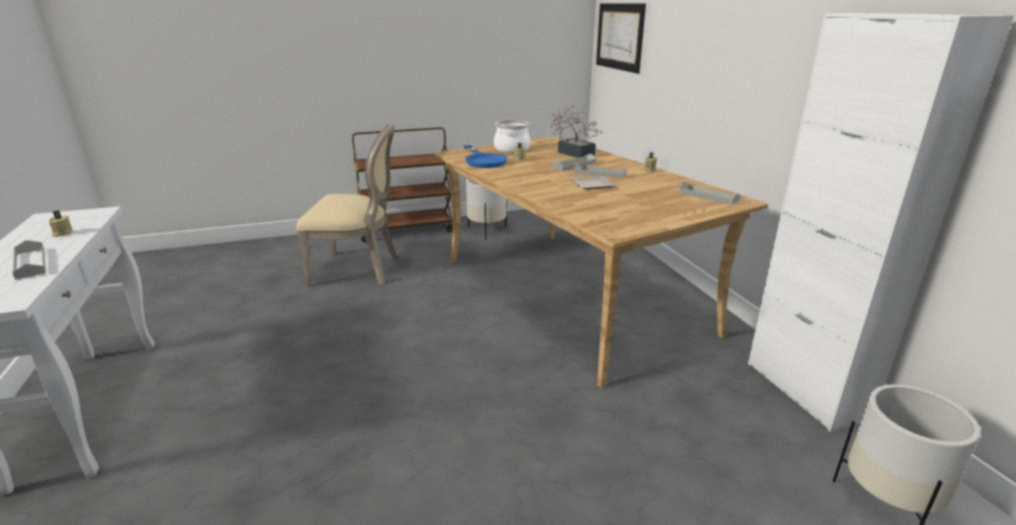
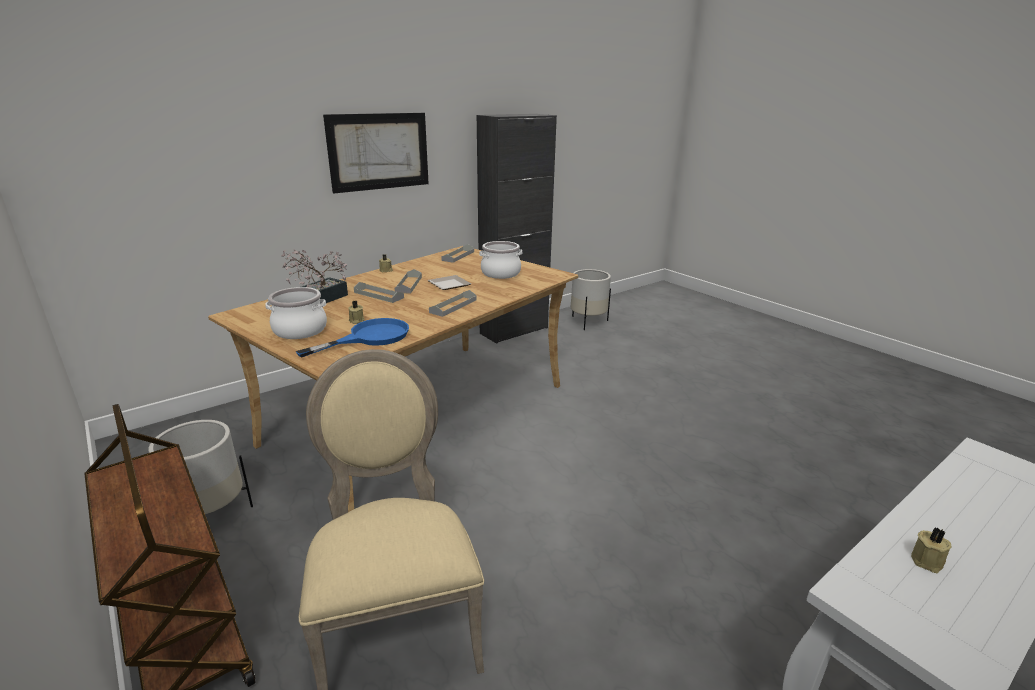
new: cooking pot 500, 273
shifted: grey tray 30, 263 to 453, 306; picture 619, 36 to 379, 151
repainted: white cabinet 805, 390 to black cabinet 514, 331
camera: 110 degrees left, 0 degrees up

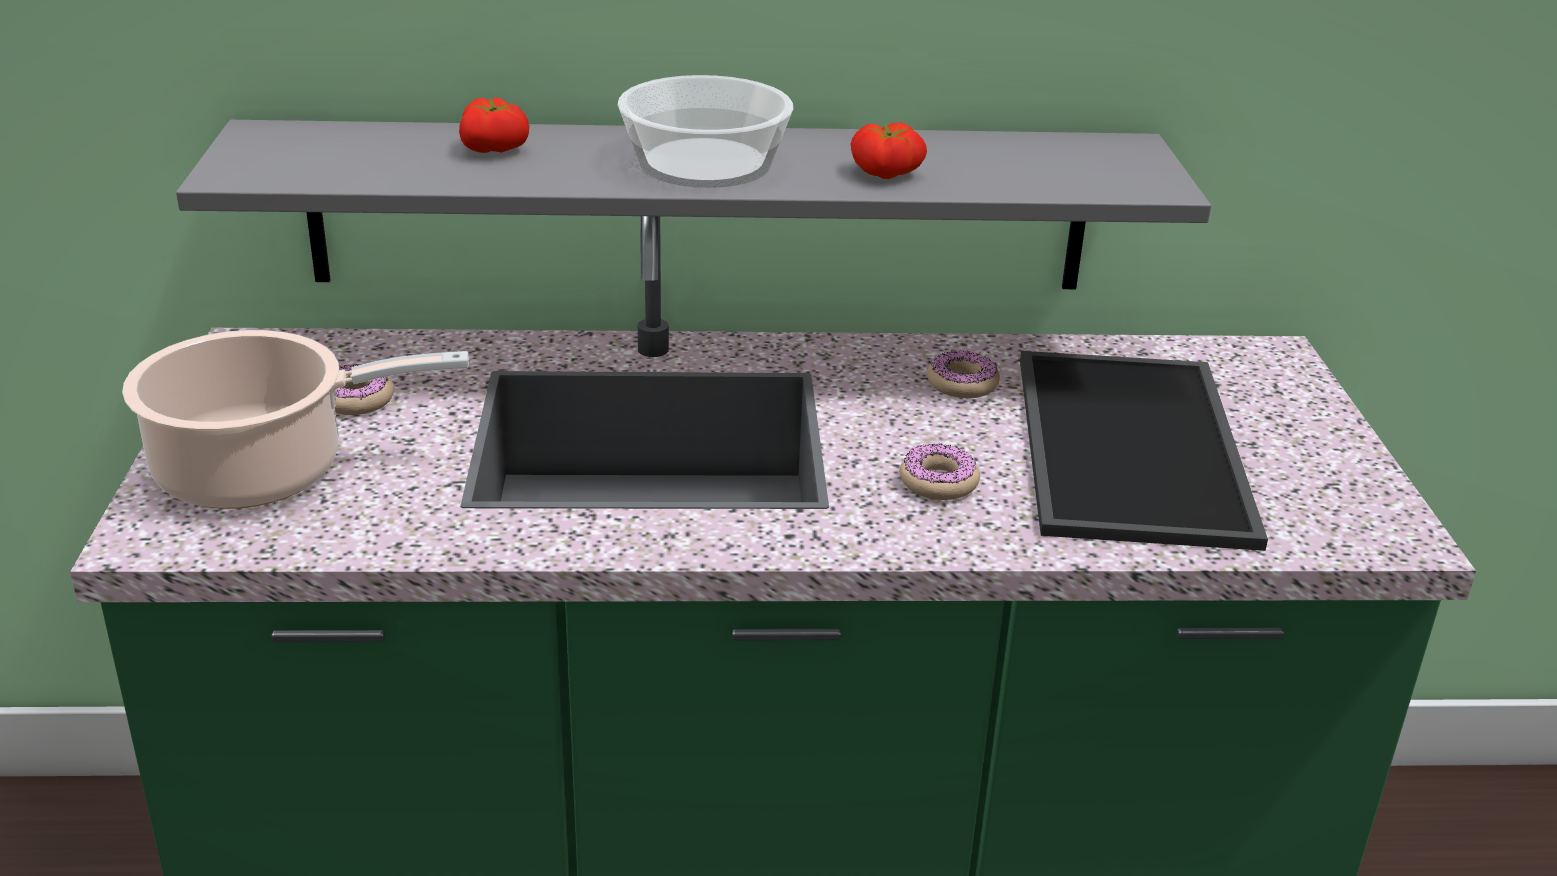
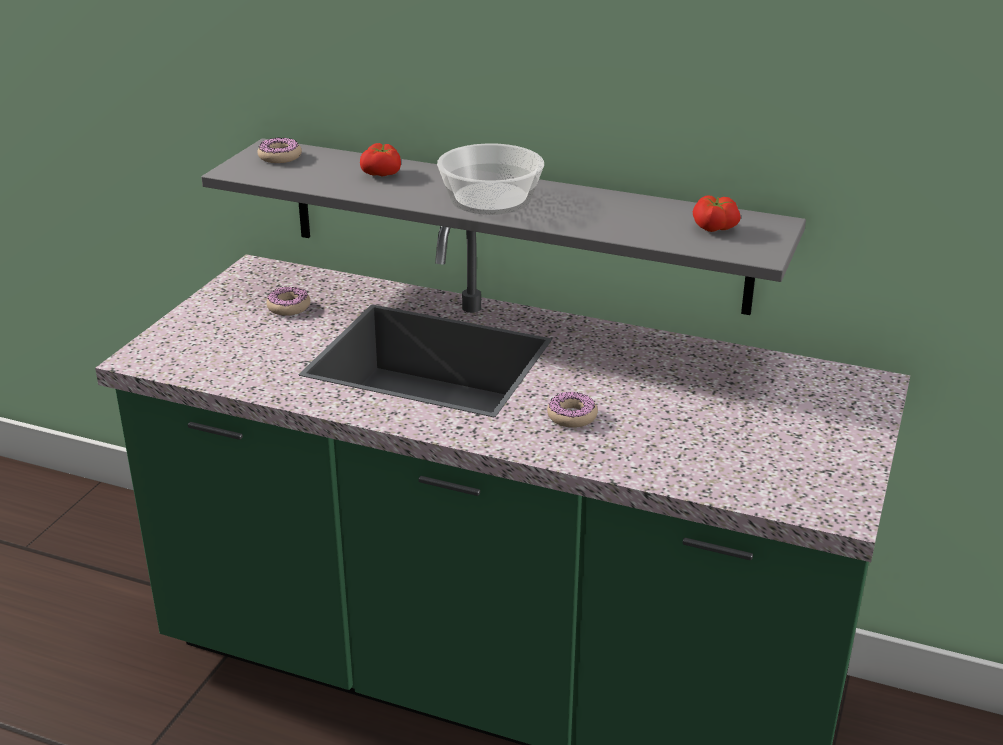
gone: cooking pot 264, 470; tray 1137, 449
shifted: tomato 885, 174 to 713, 229; donut 962, 384 to 280, 157
camera: 25 degrees right, 0 degrees up

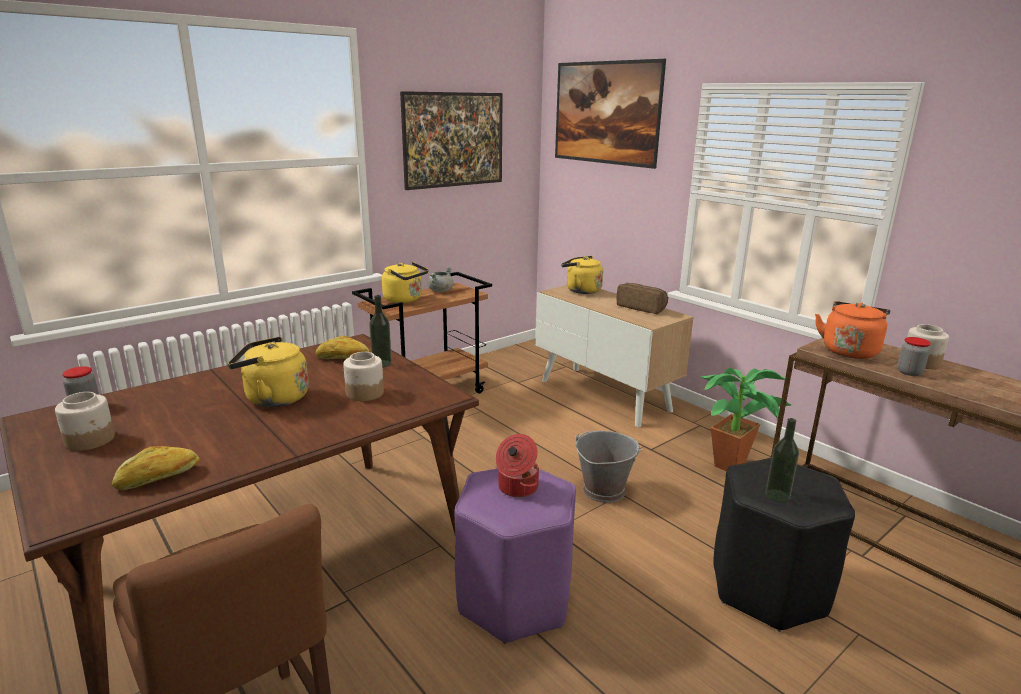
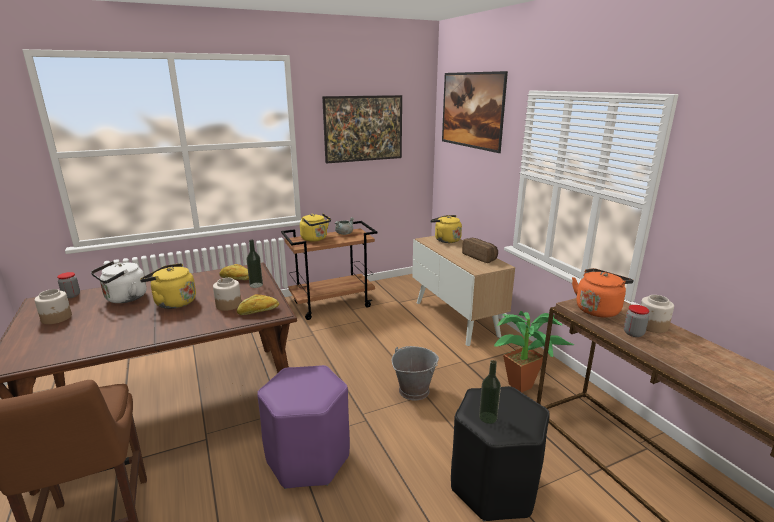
gone: cooking pot 517, 487
new: white kettle 124, 299
shifted: bread 158, 478 to 258, 311
camera: 15 degrees right, 0 degrees up

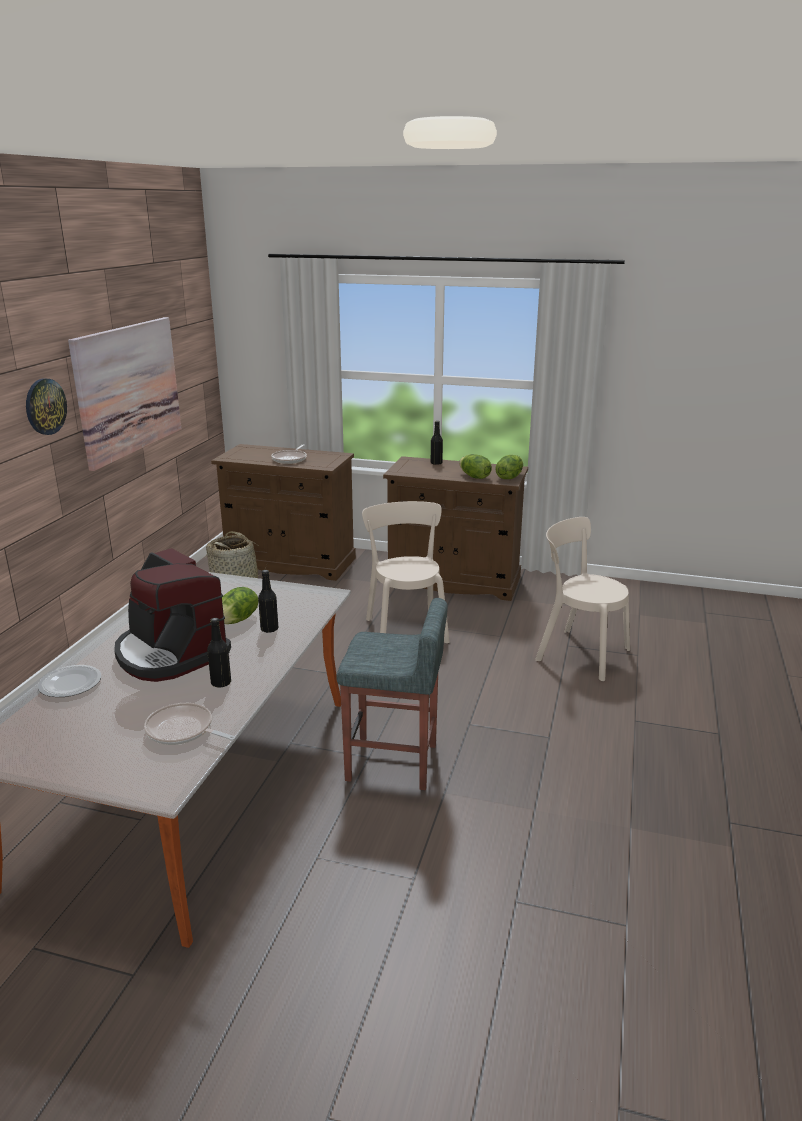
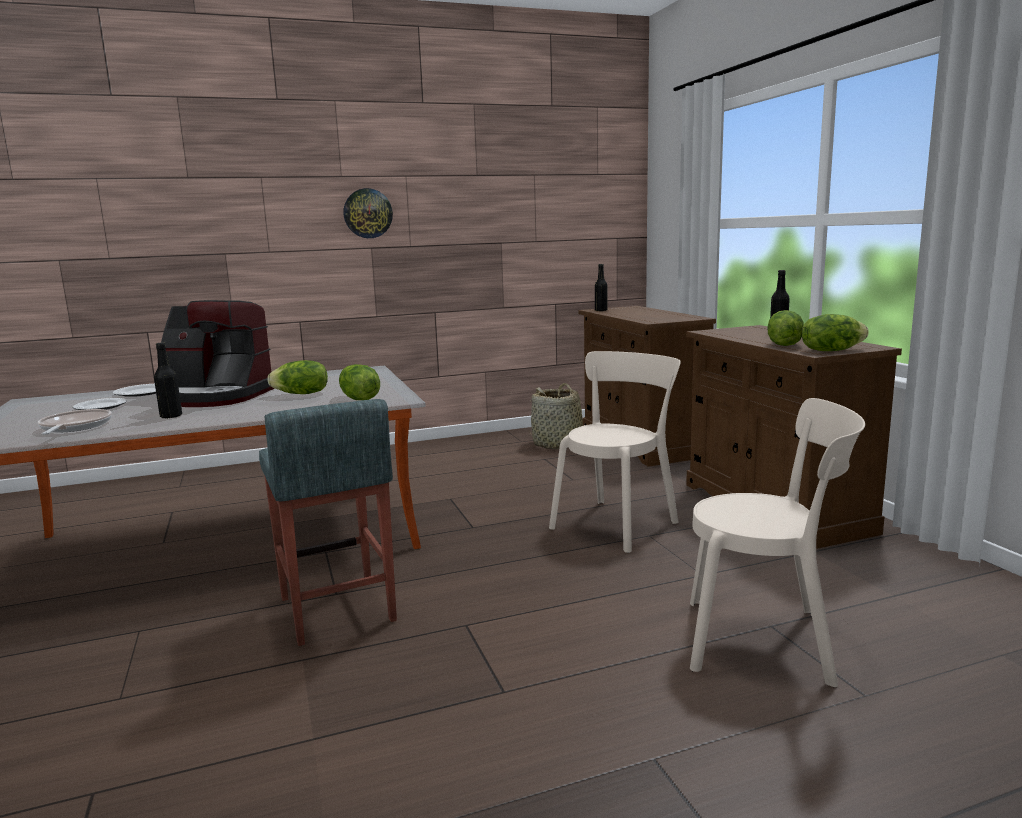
gone: picture 128, 389; frying pan 290, 459
new: plate 101, 407; lettuce 358, 399
shifted: black bottle 269, 629 to 601, 310
rotated: coffee machine 170, 653 = 216, 396 90 degrees counterclockwise; beige chair 578, 653 = 766, 641 105 degrees clockwise
camera: 55 degrees right, 10 degrees down

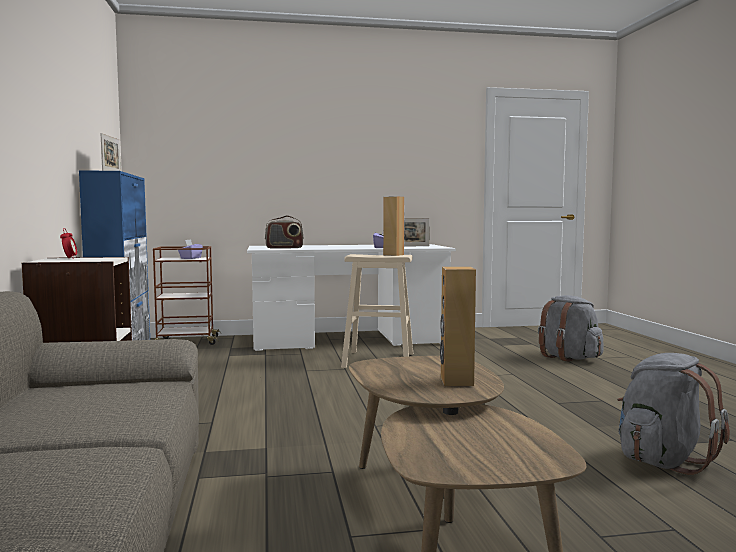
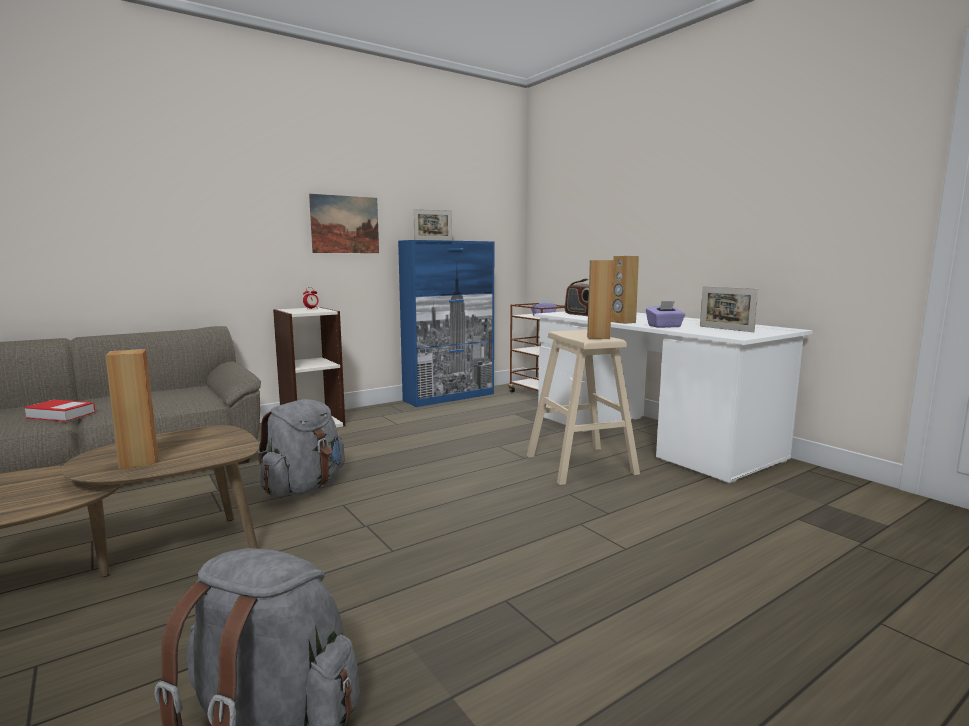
new: book 61, 415; picture 345, 224; brown speaker 623, 322
shifted: grey backpack 568, 358 to 304, 487
camera: 65 degrees right, 5 degrees up

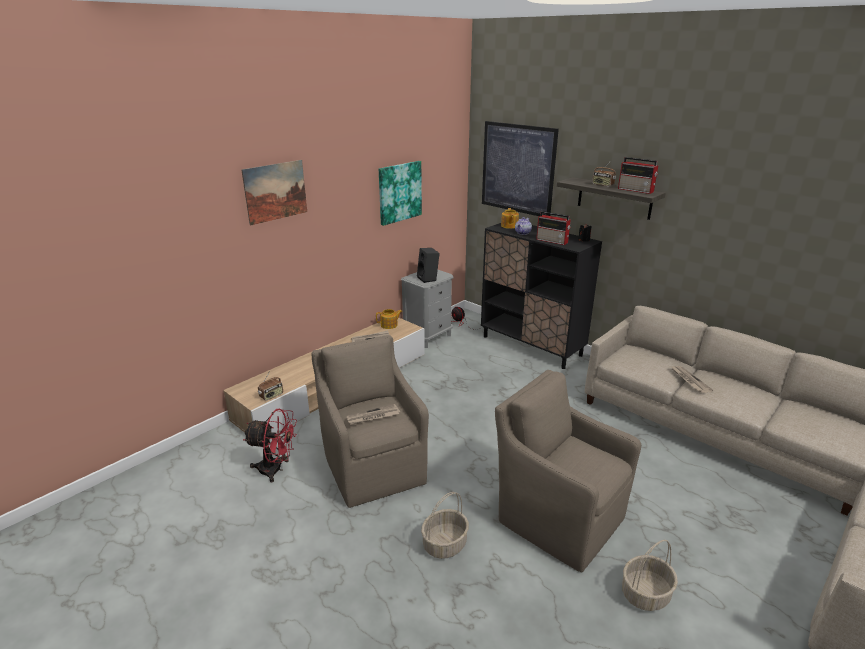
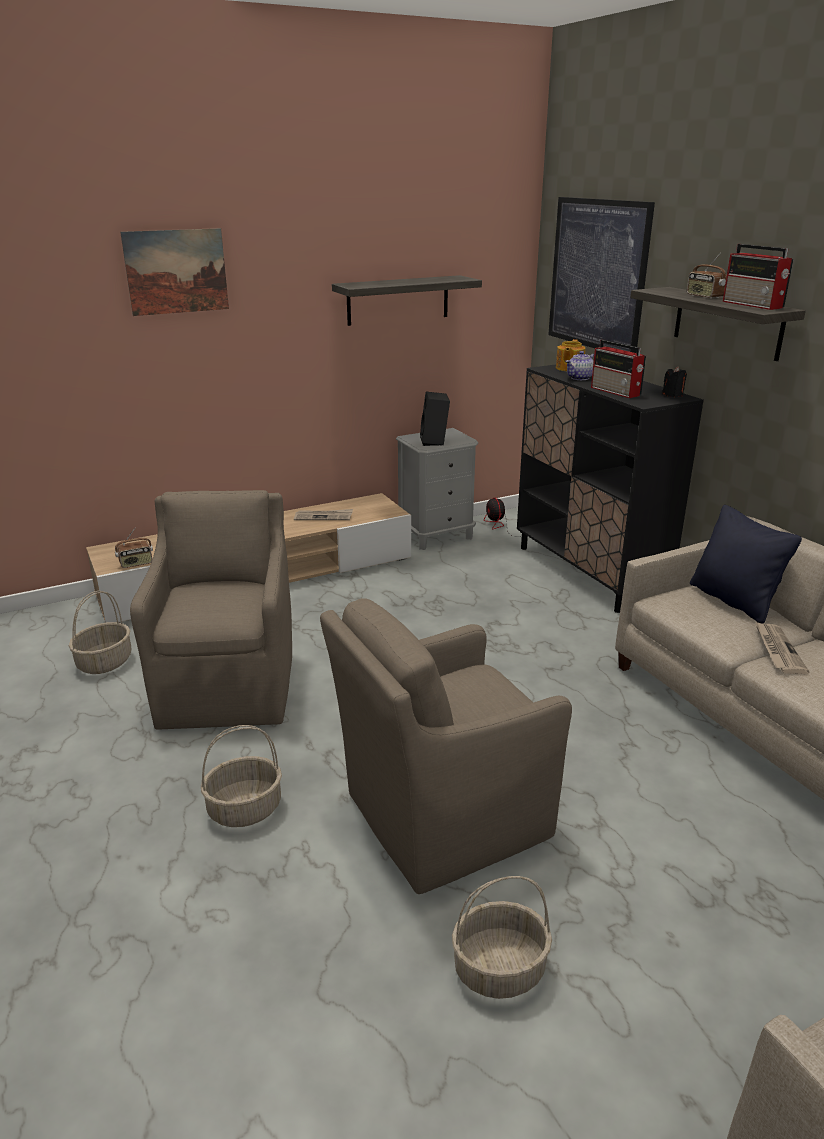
gone: newspaper 373, 416; teapot 389, 325
new: black pillow 733, 601
swapped: red fan 276, 469 to basket 105, 662; picture 399, 192 to shelf 398, 300
rotated: brown armchair 557, 517 = 441, 818 90 degrees counterclockwise
camera: 20 degrees right, 0 degrees up

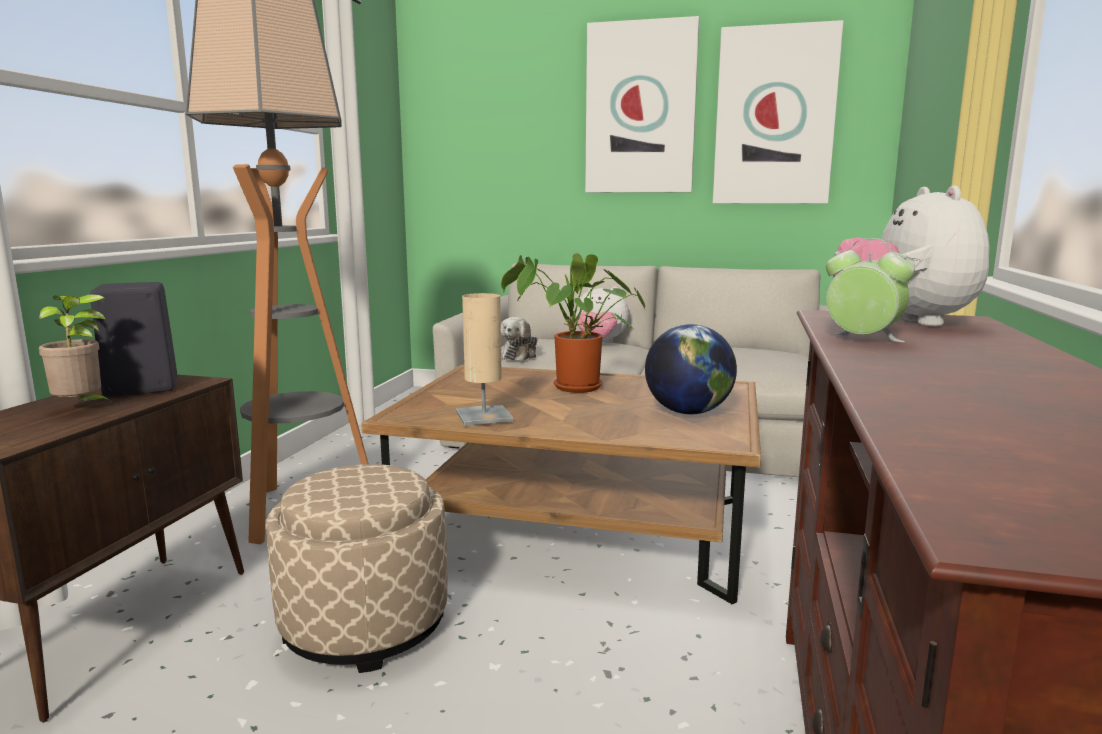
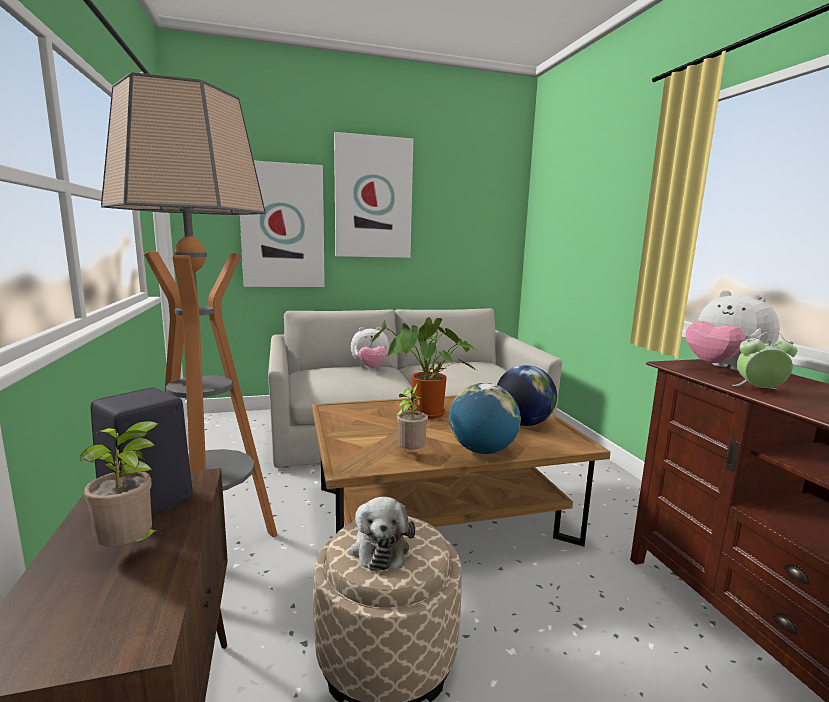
new: globe 482, 450
shifted: plush toy 520, 355 to 380, 547; picture 774, 116 to 282, 226
swapped: beige table lamp 484, 416 to potted plant 410, 453
camera: 30 degrees left, 0 degrees up

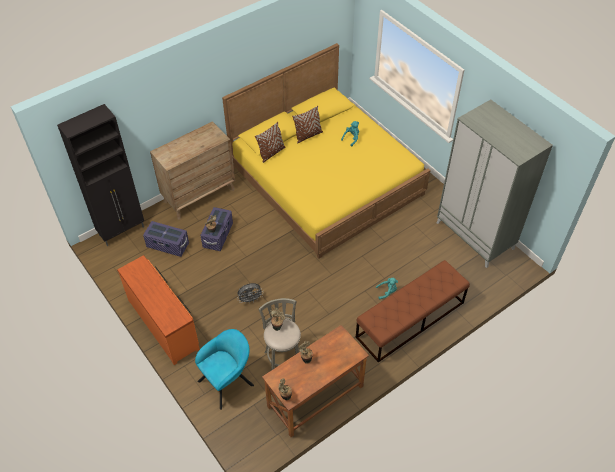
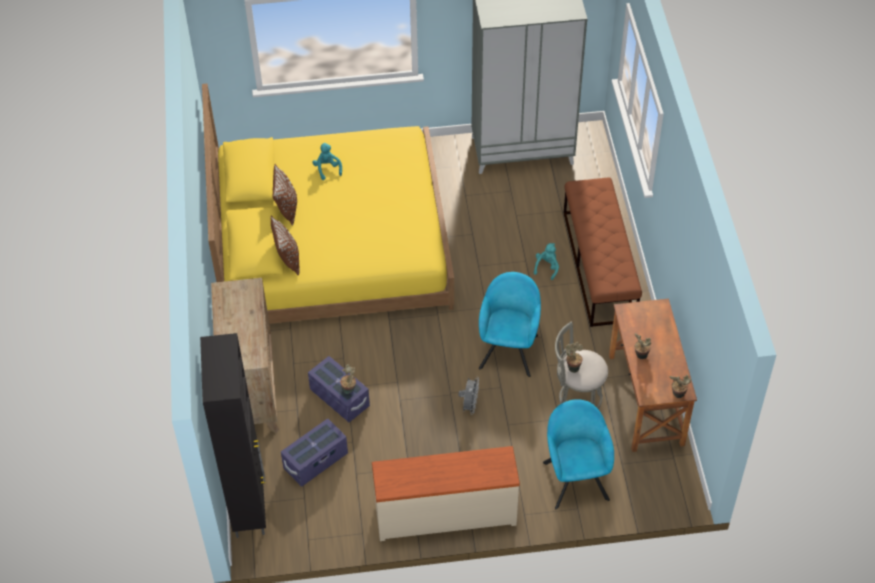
new: turquoise armchair 509, 348
repainted: orange dresser 164, 323 to beige dresser 445, 513
camera: 60 degrees left, 0 degrees up

